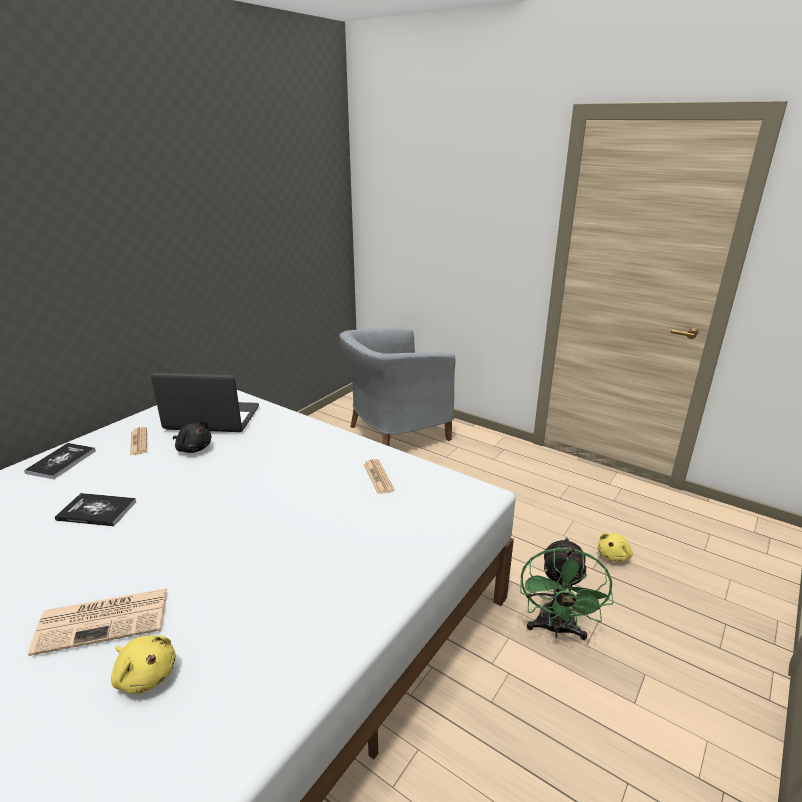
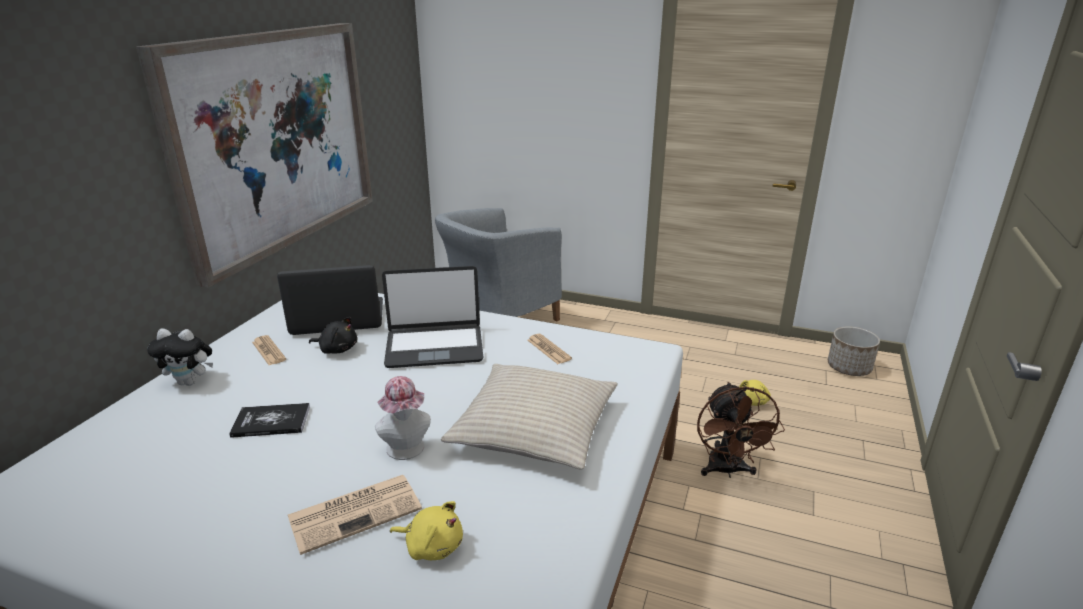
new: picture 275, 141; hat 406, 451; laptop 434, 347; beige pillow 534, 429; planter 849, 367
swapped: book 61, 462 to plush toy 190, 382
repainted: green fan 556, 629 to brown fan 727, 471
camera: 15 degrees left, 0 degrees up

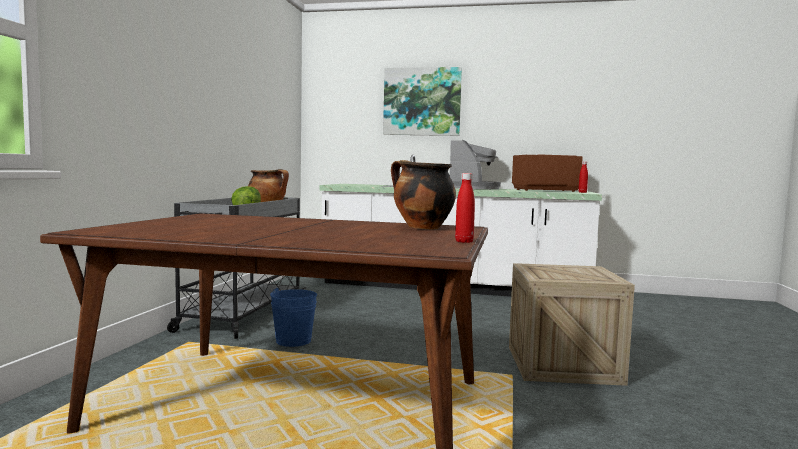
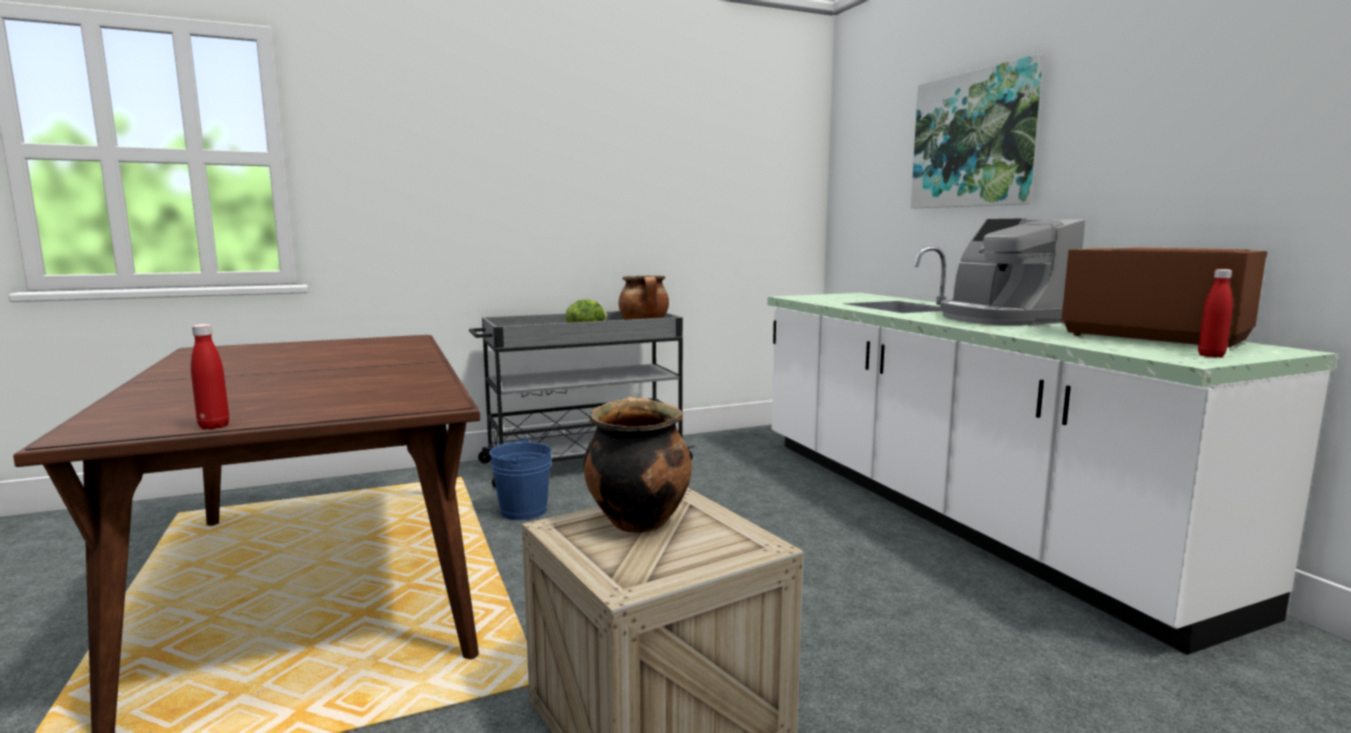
shifted: cooking pot 421, 227 to 637, 521
rotated: coffee machine 473, 188 = 1000, 319 90 degrees clockwise
camera: 55 degrees right, 5 degrees up

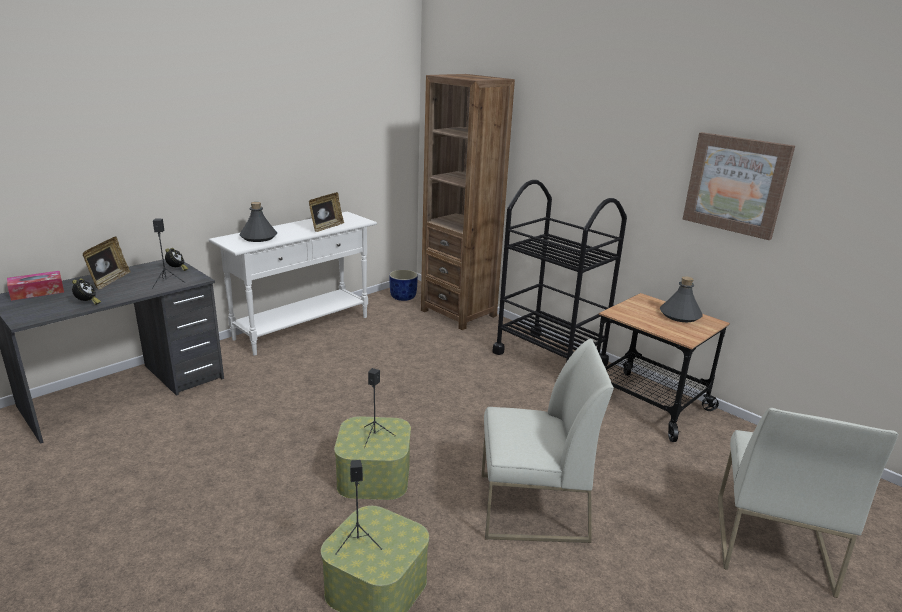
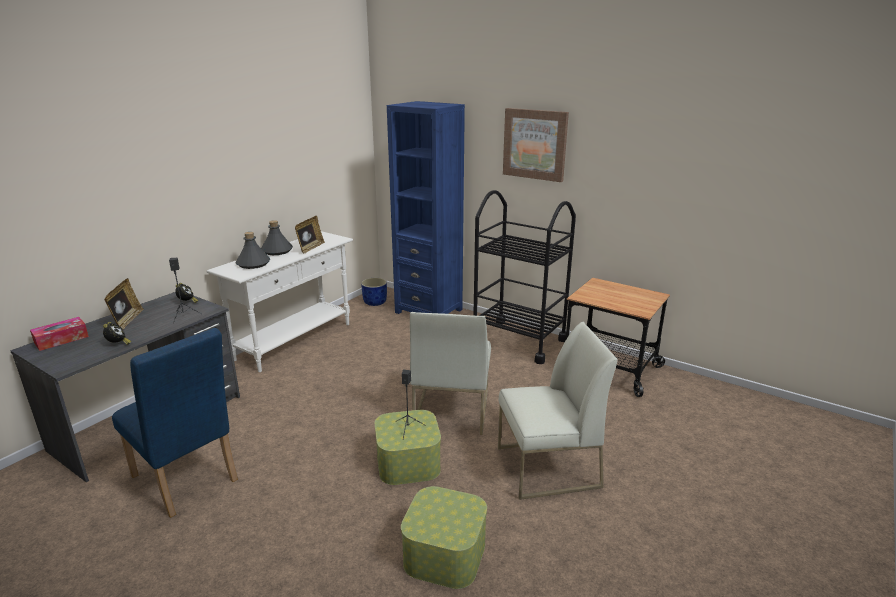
gone: black speaker 358, 542
new: blue chair 187, 482
shifted: grey bottle 679, 315 to 277, 251; picture 736, 184 to 535, 144; white chair 770, 542 to 451, 409
repainted: brown bookcase 458, 313 to blue bookcase 429, 311
camera: 10 degrees left, 0 degrees up

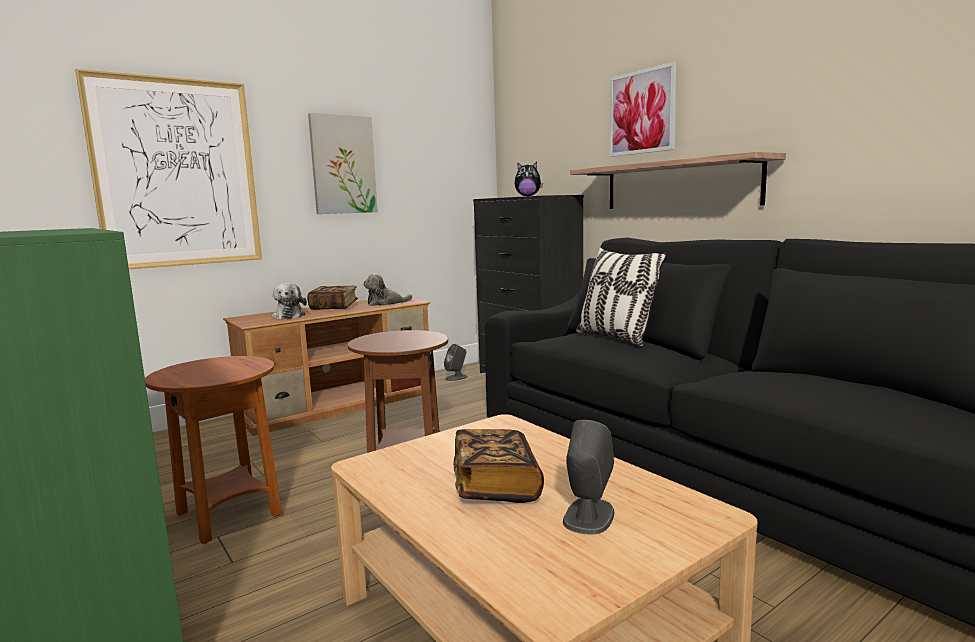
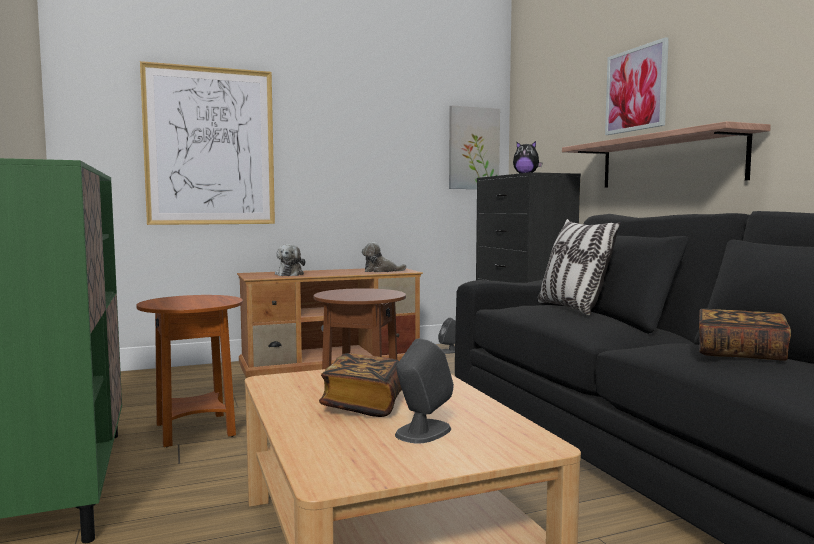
shifted: book 333, 307 to 740, 353; picture 343, 165 to 473, 148
camera: 15 degrees right, 5 degrees down

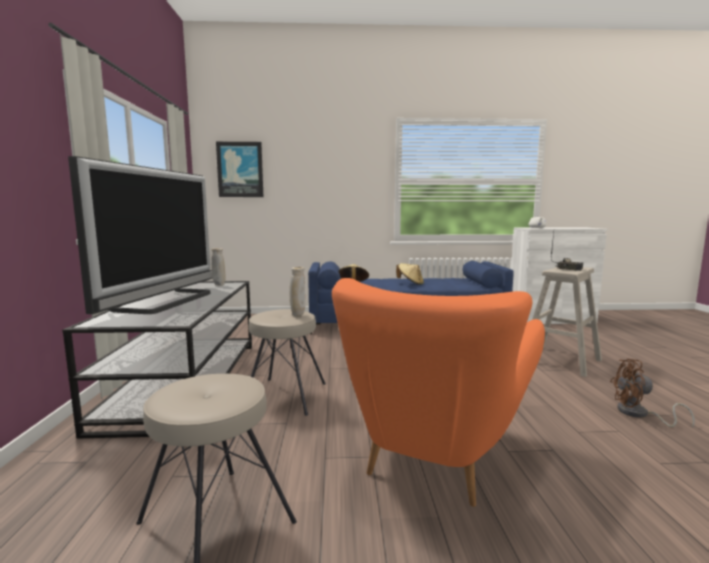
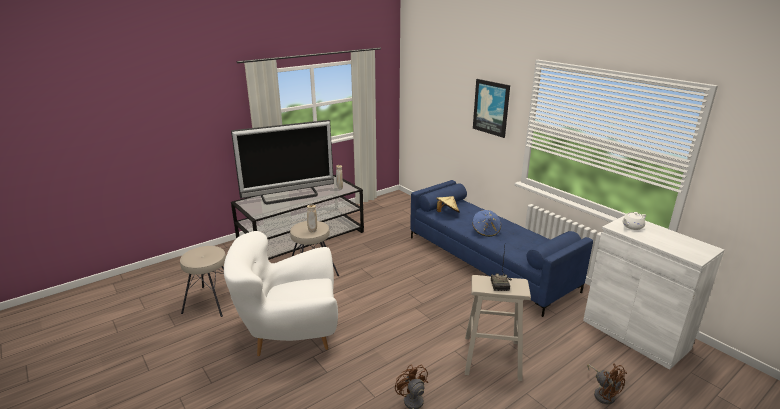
new: brown fan 603, 393
shifted: picture 240, 169 to 491, 107
repainted: orange armchair 433, 455 to white armchair 290, 334; beige hat 410, 283 to blue hat 486, 231
camera: 55 degrees right, 15 degrees up

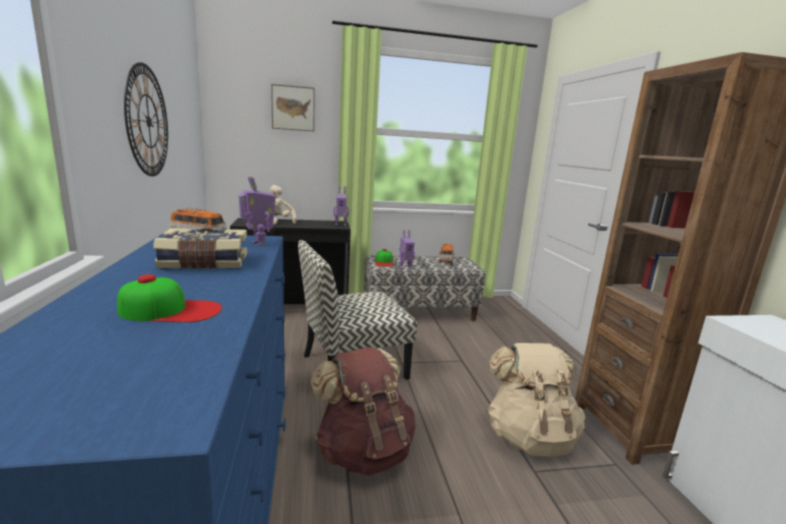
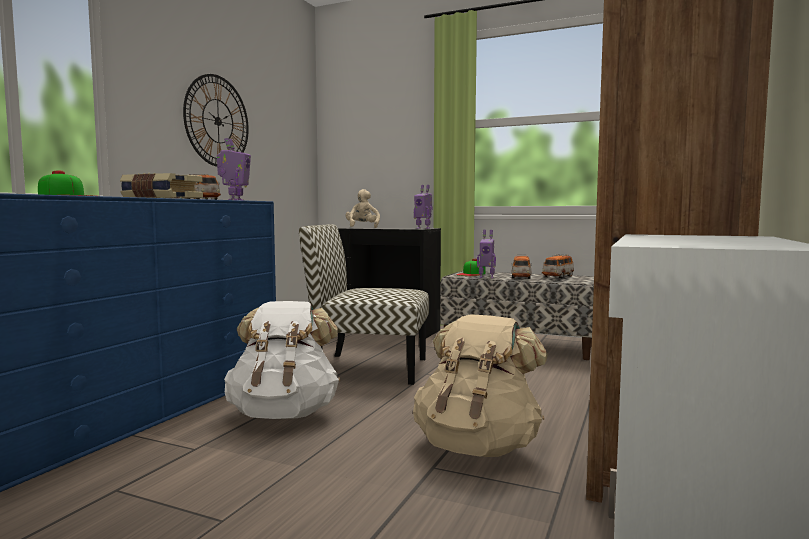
gone: picture 293, 108
new: toy car 521, 277
repainted: brown backpack 364, 451 to white backpack 284, 414
camera: 35 degrees right, 10 degrees down

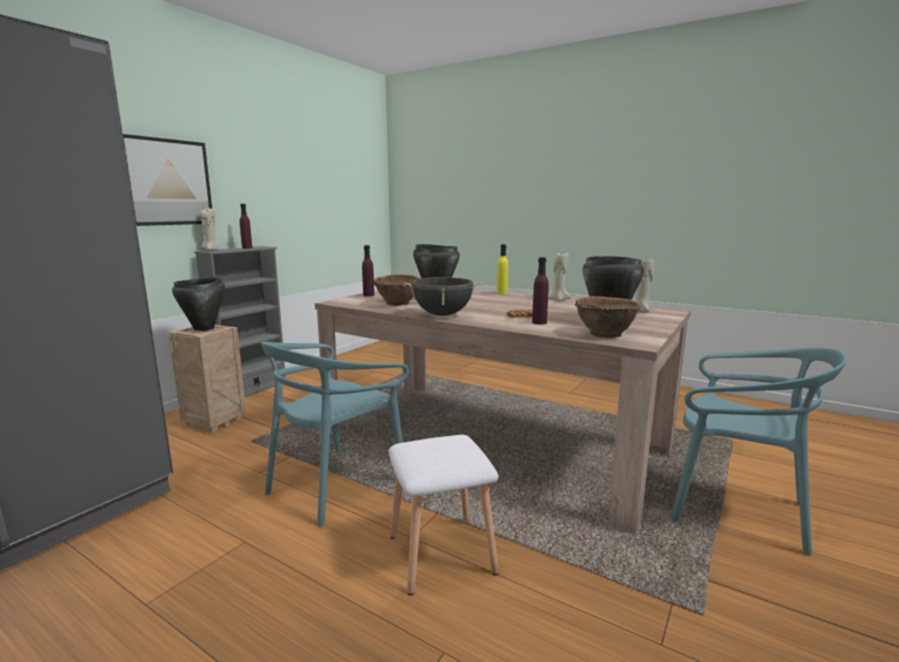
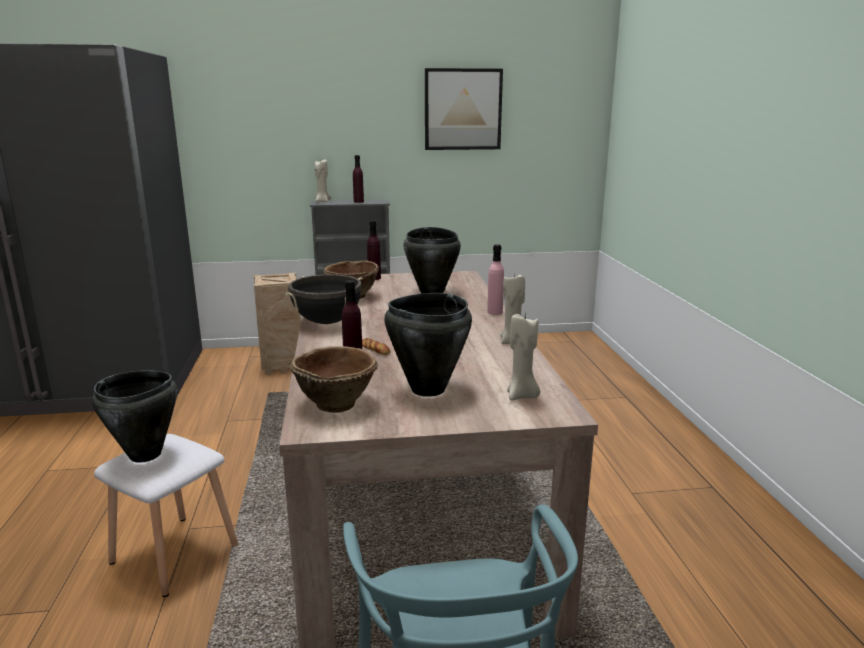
gone: turquoise chair 336, 485
shifted: picture 168, 182 to 463, 109; black cooking pot 204, 328 to 145, 455
repainted: yellow bottle 502, 293 to pink bottle 495, 312
camera: 50 degrees right, 5 degrees up

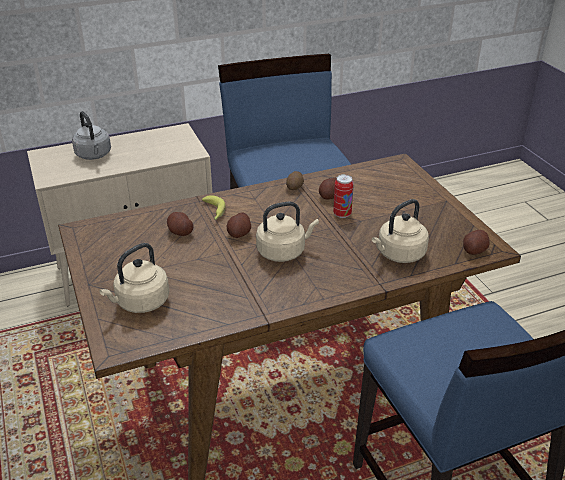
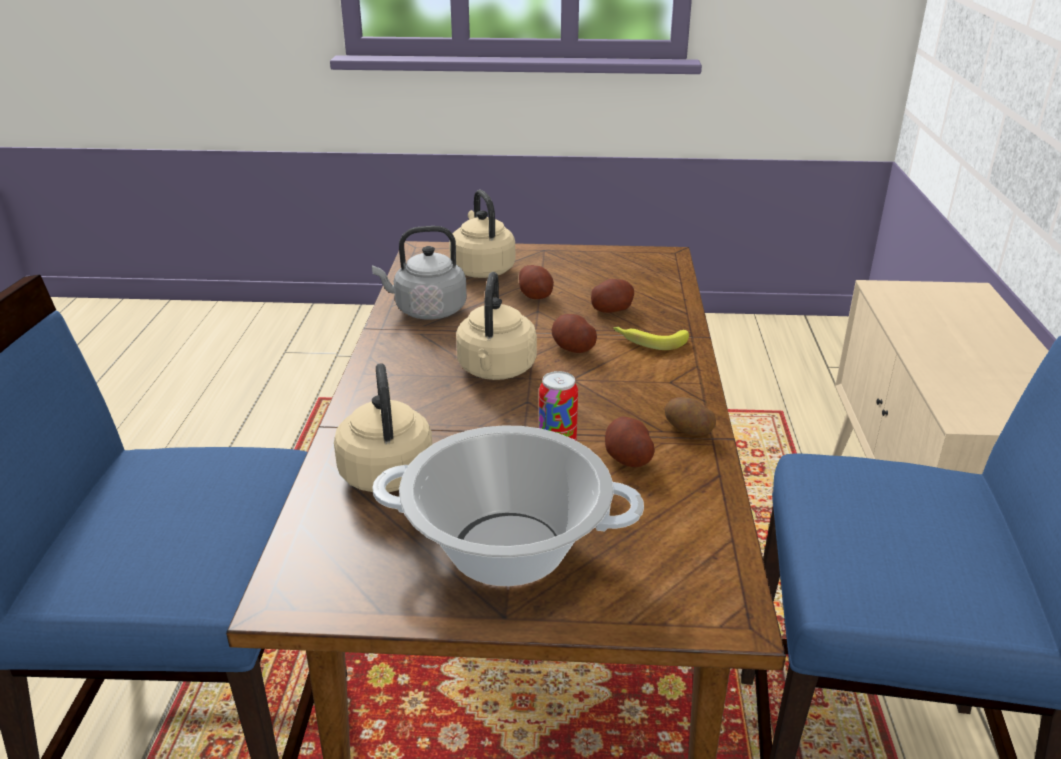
new: cooking pot 507, 549
shifted: grey kettle 94, 155 to 426, 310; potato 474, 250 to 536, 295
camera: 115 degrees right, 5 degrees down

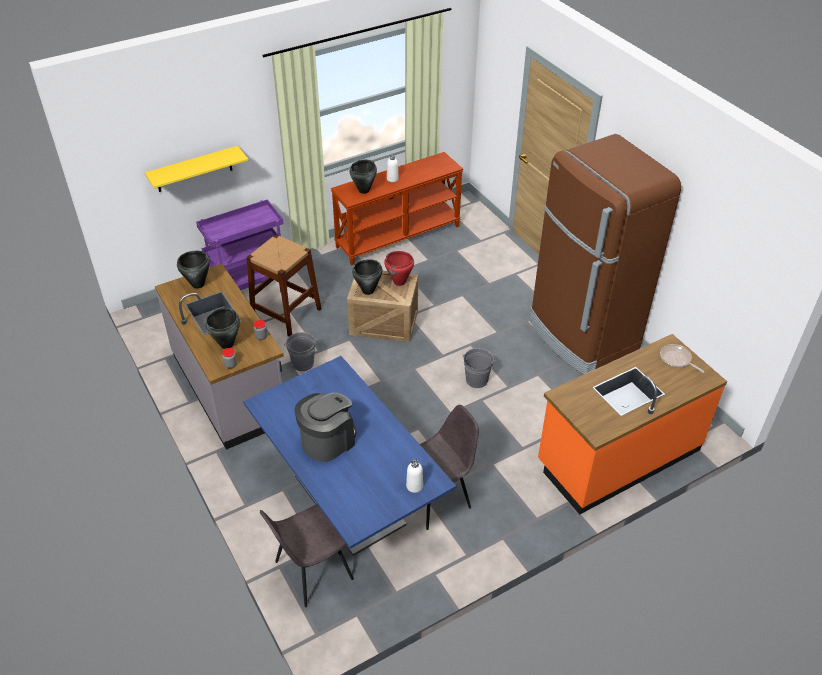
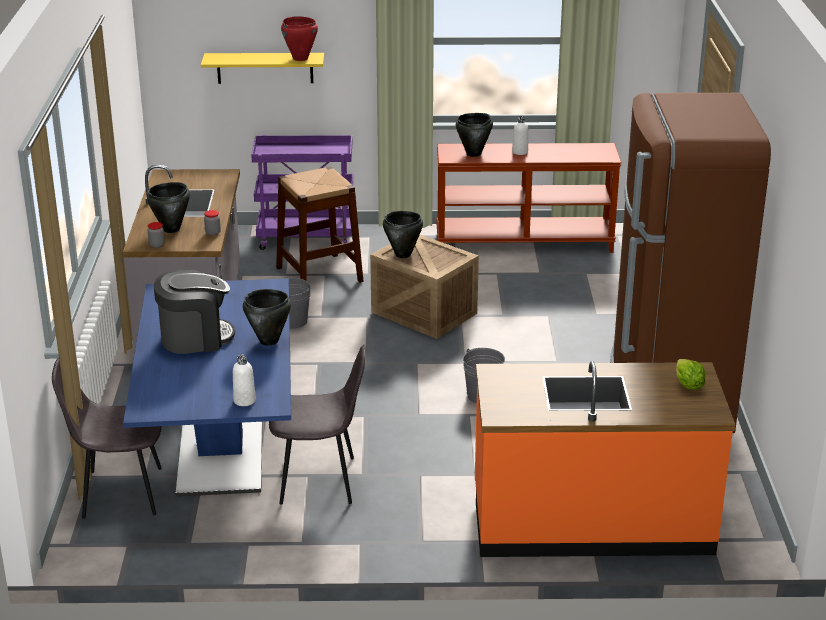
shifted: black cooking pot 198, 284 to 269, 341; red cooking pot 399, 282 to 300, 58
swapped: frying pan 676, 359 to lettuce 688, 385
camera: 30 degrees right, 15 degrees down

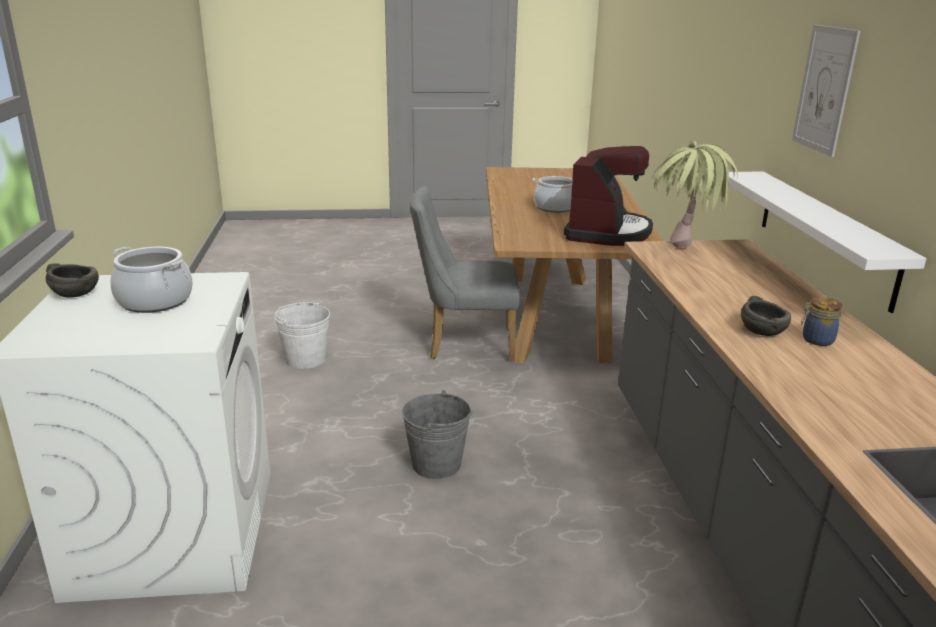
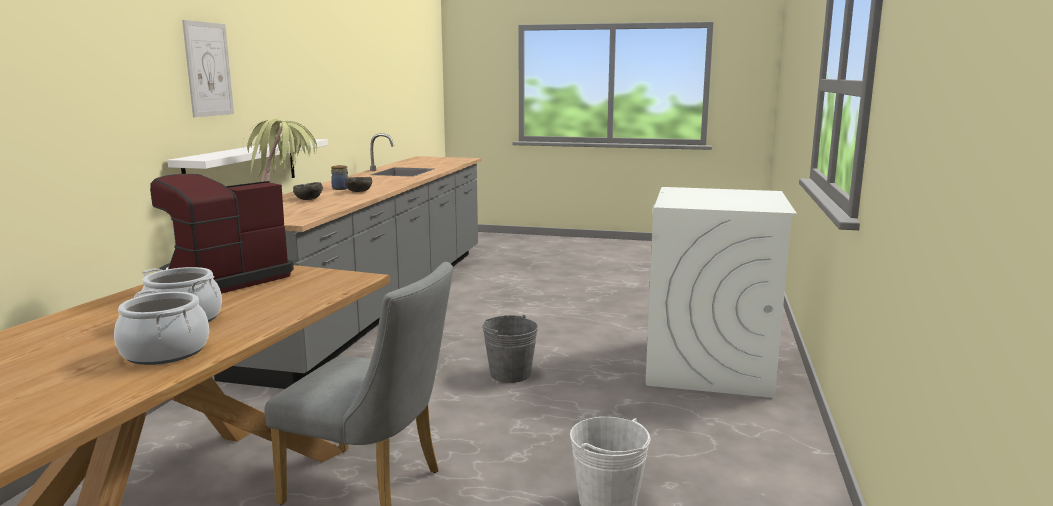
shifted: grey bowl 75, 294 to 308, 199; cooking pot 155, 301 to 165, 352
camera: 160 degrees left, 10 degrees down

